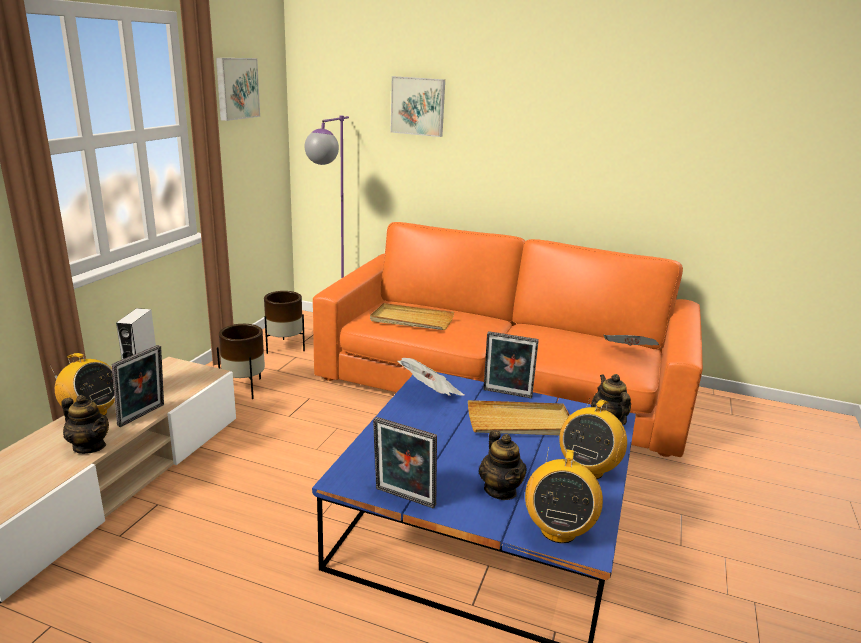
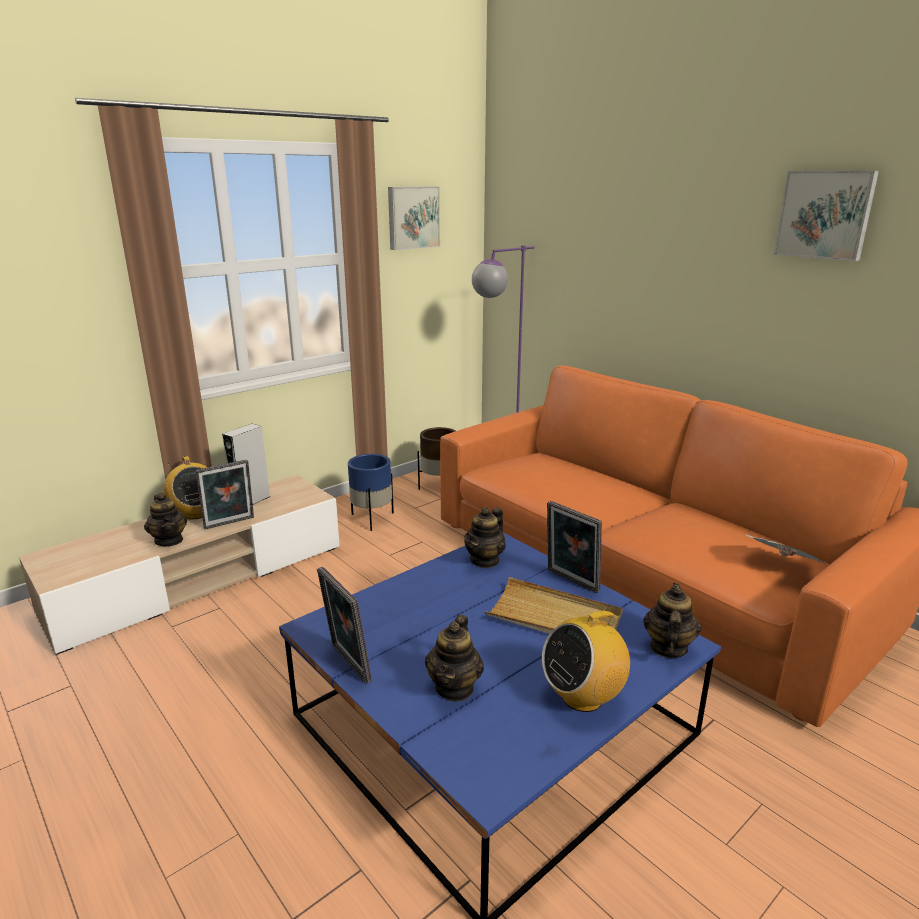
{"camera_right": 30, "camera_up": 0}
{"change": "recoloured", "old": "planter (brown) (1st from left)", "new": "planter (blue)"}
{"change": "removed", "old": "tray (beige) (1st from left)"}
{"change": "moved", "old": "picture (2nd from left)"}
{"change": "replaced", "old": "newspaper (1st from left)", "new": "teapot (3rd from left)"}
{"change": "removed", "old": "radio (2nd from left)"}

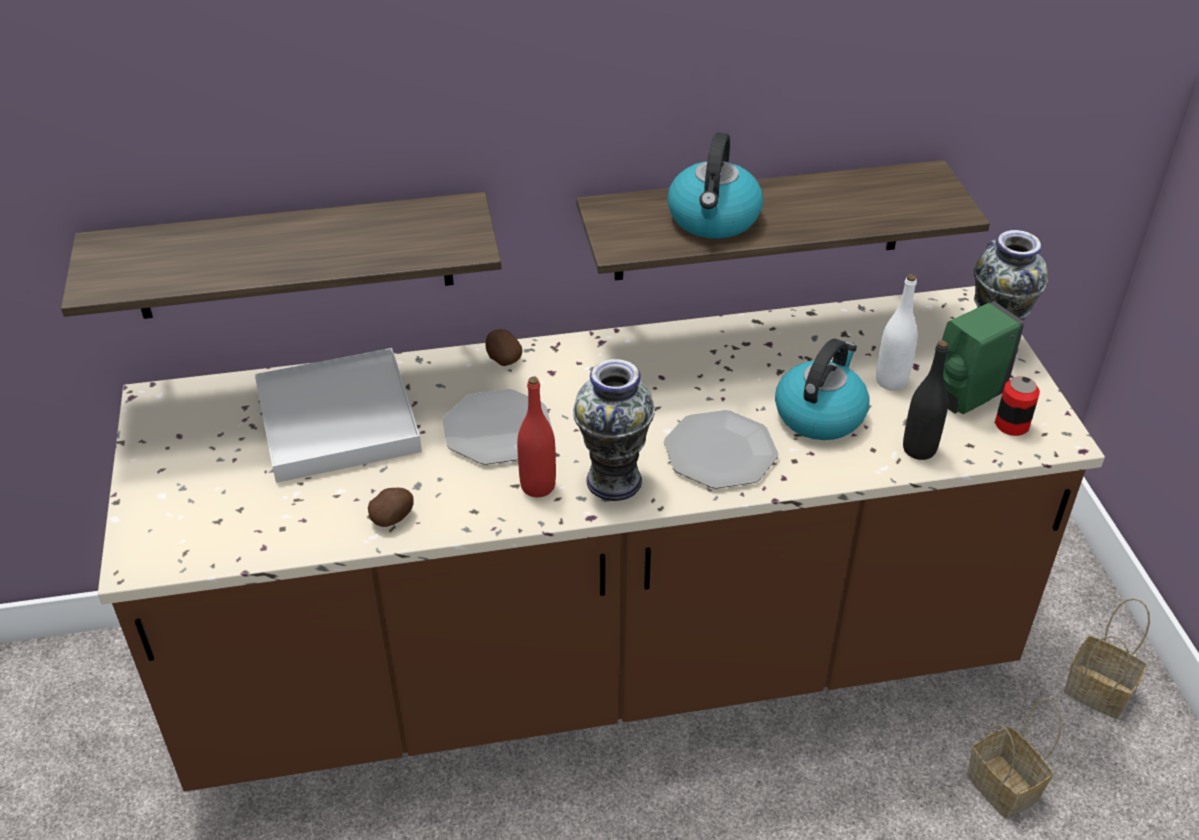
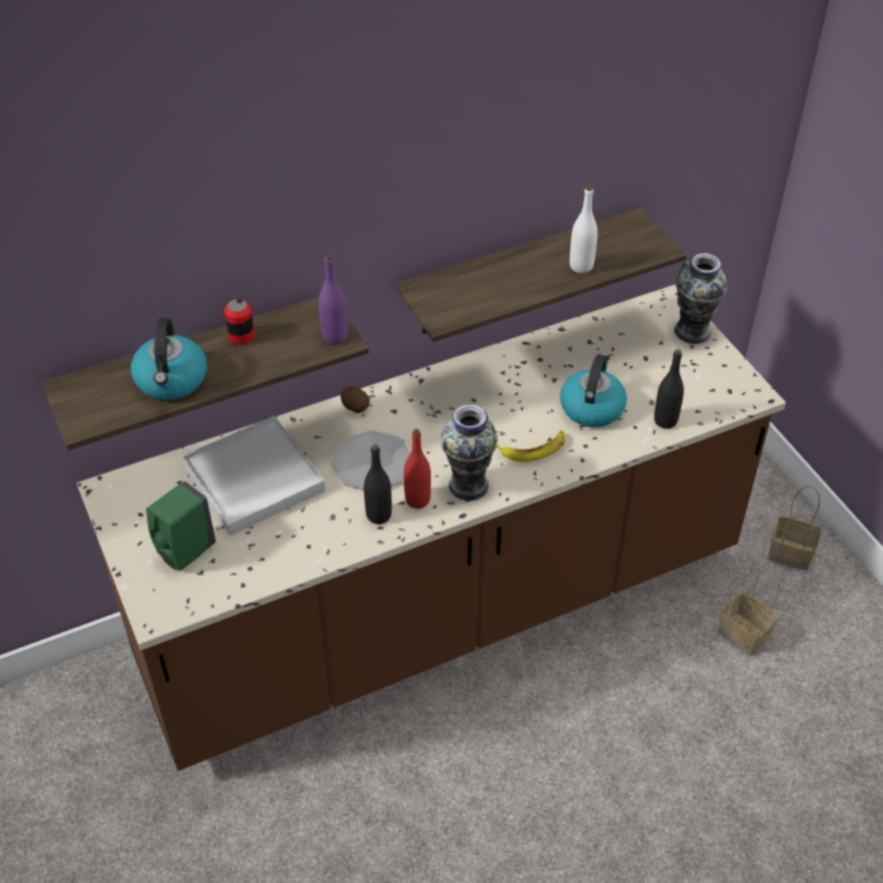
{"camera_right": -15, "camera_up": 5}
{"change": "removed", "old": "potato (1st from left)"}
{"change": "replaced", "old": "plate (2nd from left)", "new": "banana"}
{"change": "moved", "old": "kettle (1st from left)"}
{"change": "moved", "old": "bottle (white)"}
{"change": "moved", "old": "soap dispenser (green)"}
{"change": "moved", "old": "can"}
{"change": "added", "new": "bottle (purple)"}
{"change": "added", "new": "bottle (black) (1st from left)"}

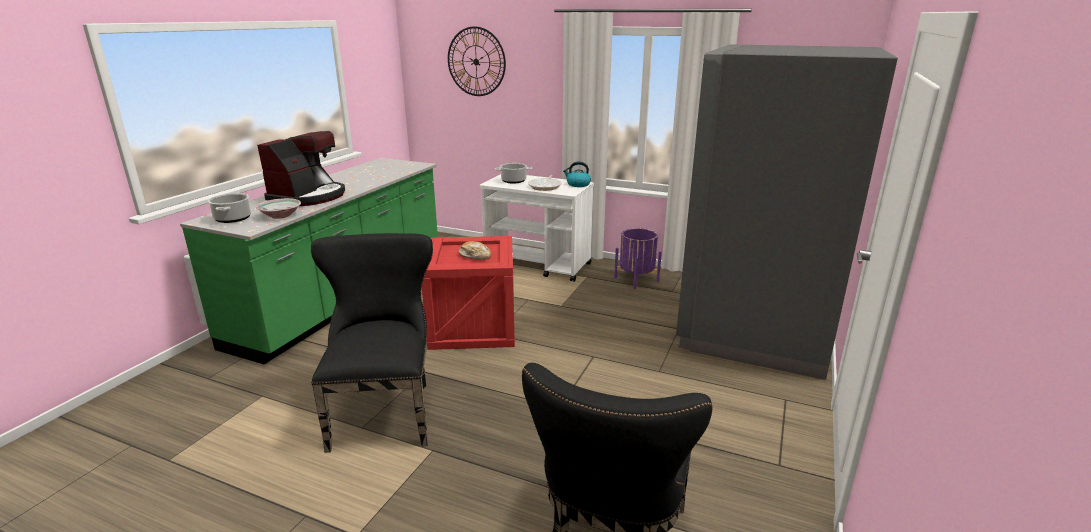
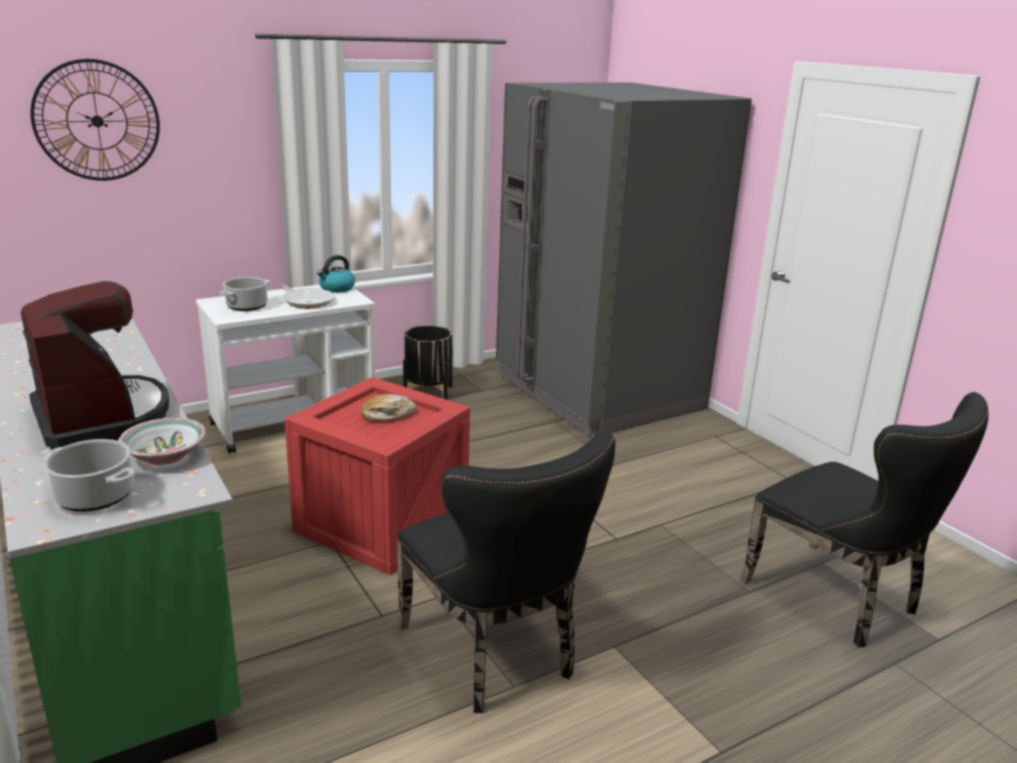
{"camera_right": -55, "camera_up": 0}
{"change": "turned", "old": "chair (black) (1st from left)", "degrees": -150}
{"change": "recoloured", "old": "planter (purple)", "new": "planter (black)"}

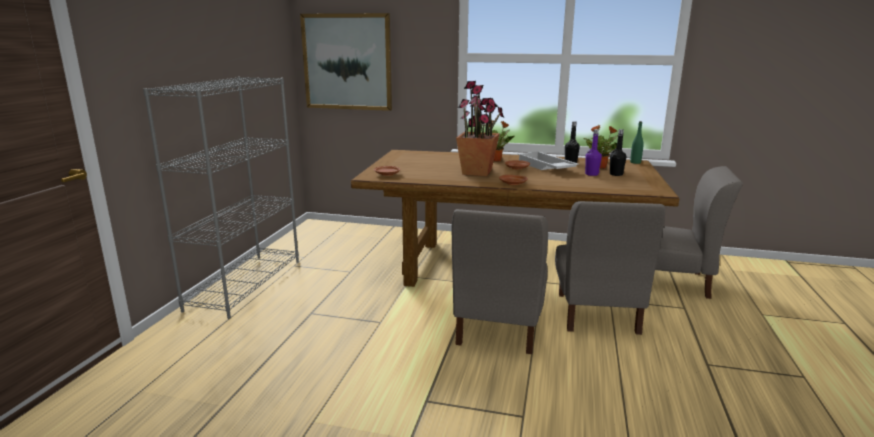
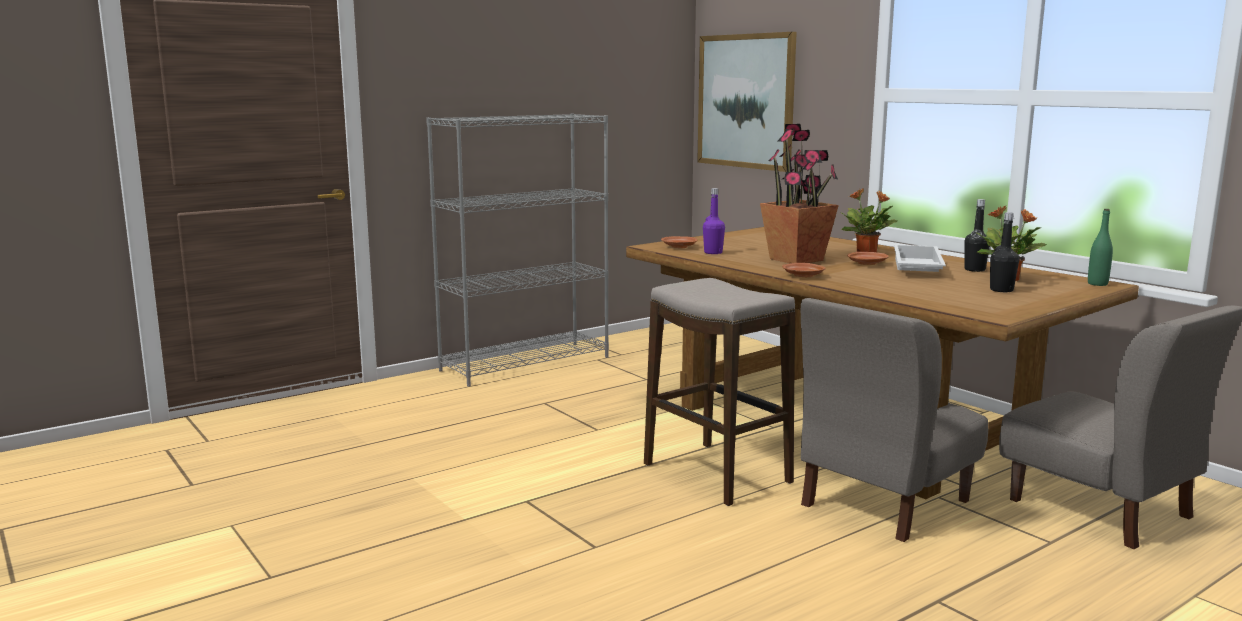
{"camera_right": 40, "camera_up": -5}
{"change": "replaced", "old": "chair (grey) (1st from left)", "new": "stool"}
{"change": "moved", "old": "bottle (purple)"}

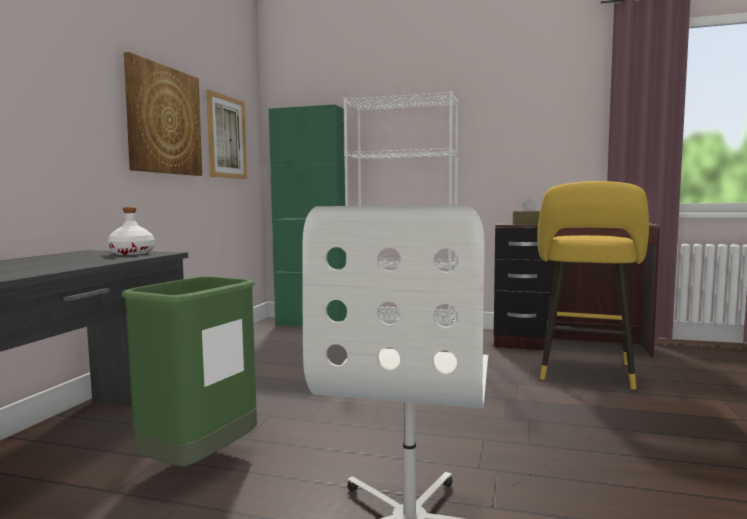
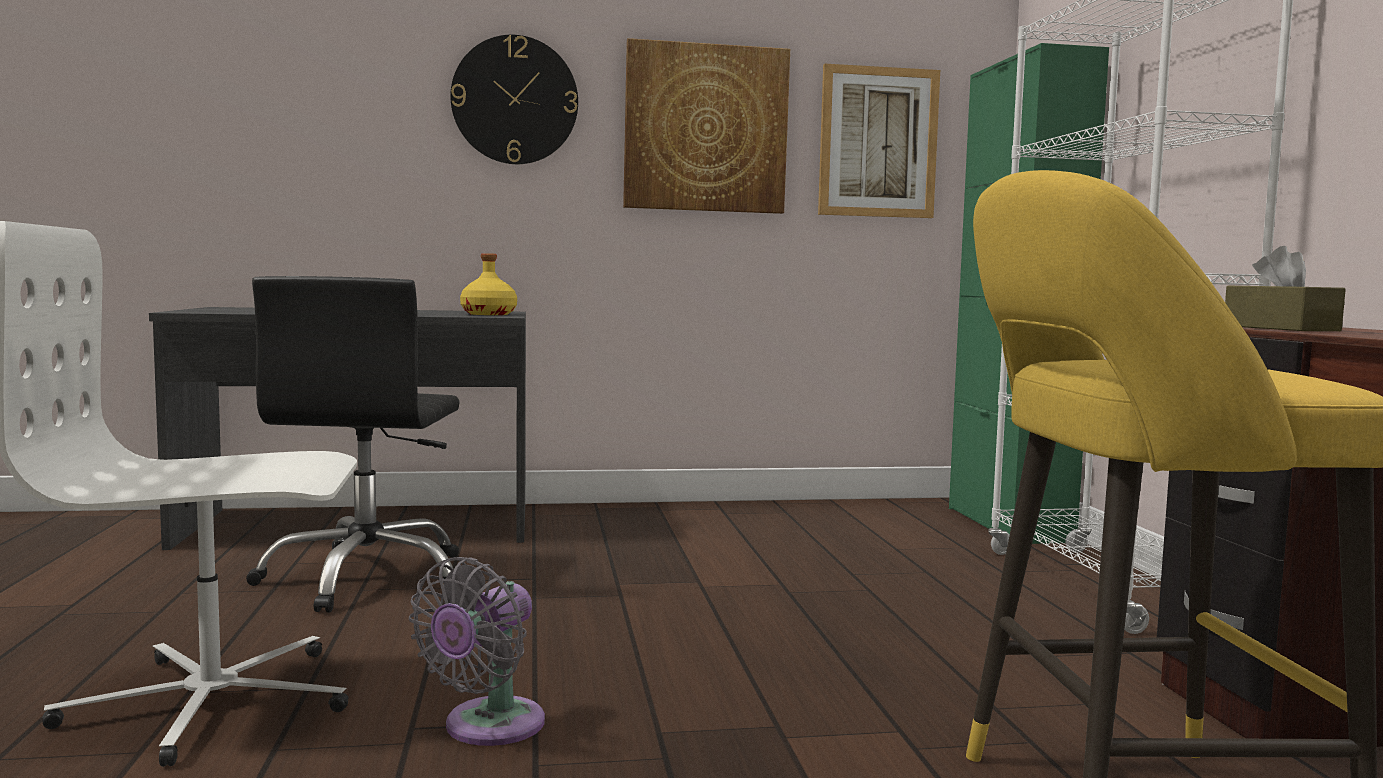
{"camera_right": 65, "camera_up": 0}
{"change": "recoloured", "old": "bottle (white)", "new": "bottle (yellow)"}
{"change": "replaced", "old": "trash can (green)", "new": "office chair (black)"}
{"change": "added", "new": "fan (grey)"}
{"change": "added", "new": "wall clock"}

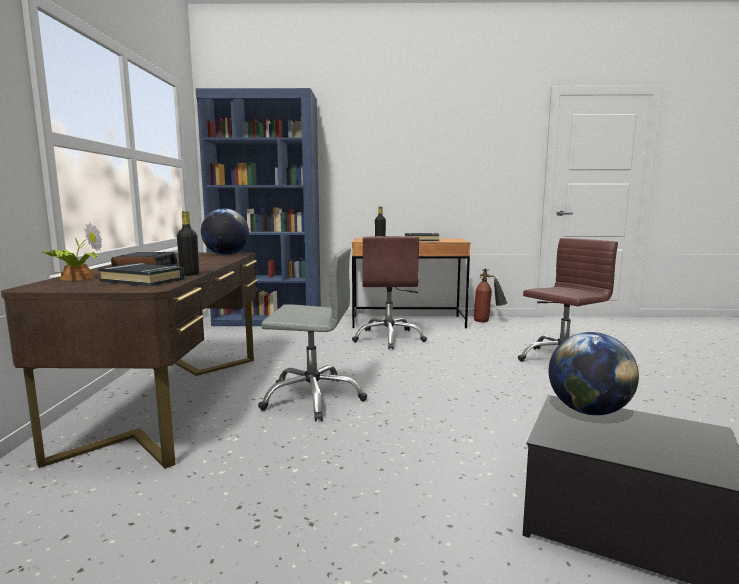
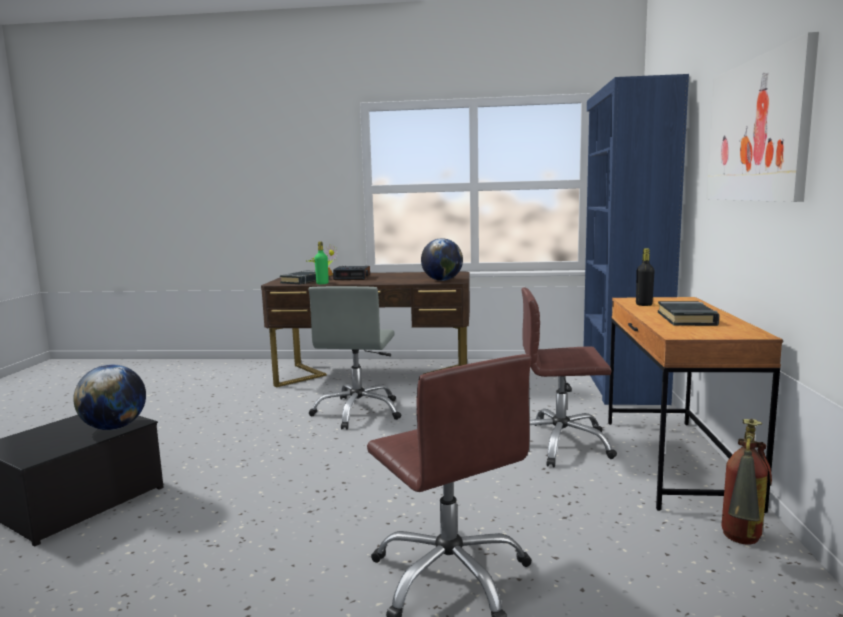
{"camera_right": 95, "camera_up": 0}
{"change": "recoloured", "old": "bottle (black) (1st from left)", "new": "bottle (green)"}
{"change": "added", "new": "picture"}

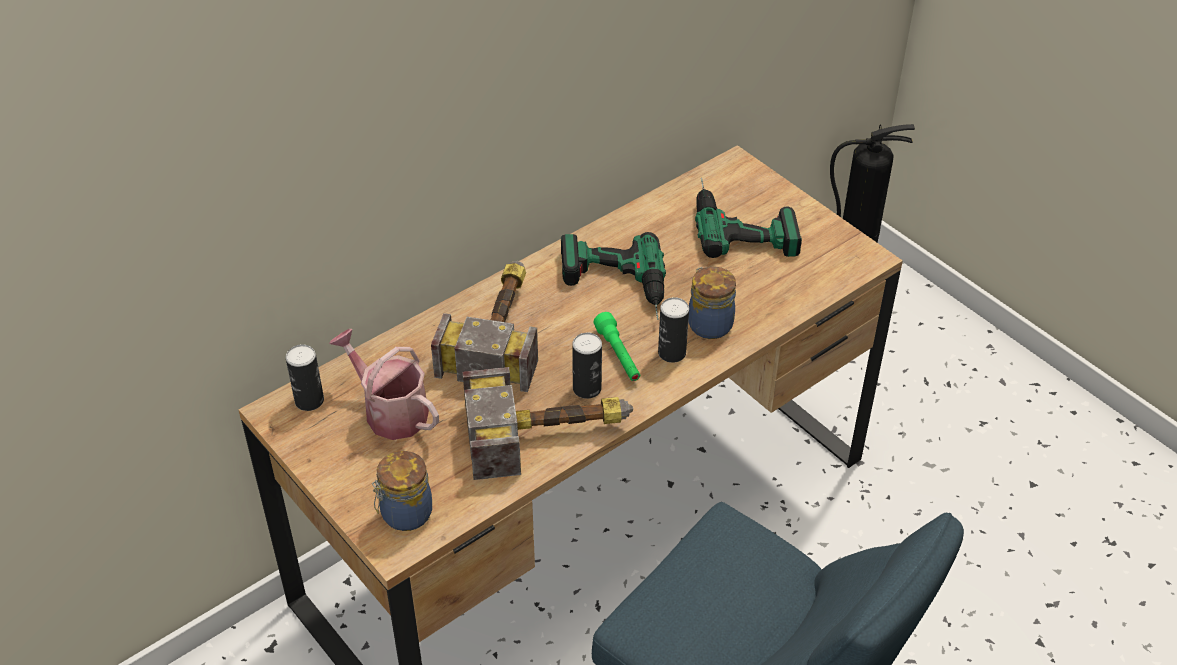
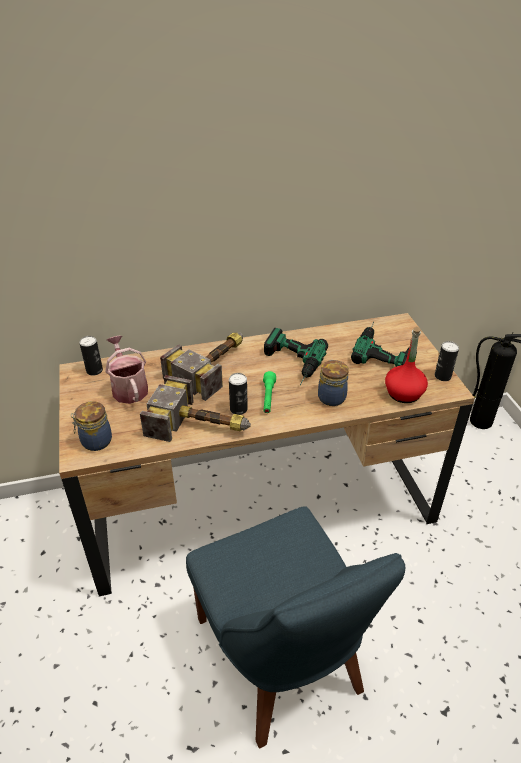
{"camera_right": 25, "camera_up": -5}
{"change": "moved", "old": "can (3rd from left)"}
{"change": "added", "new": "bottle (red)"}

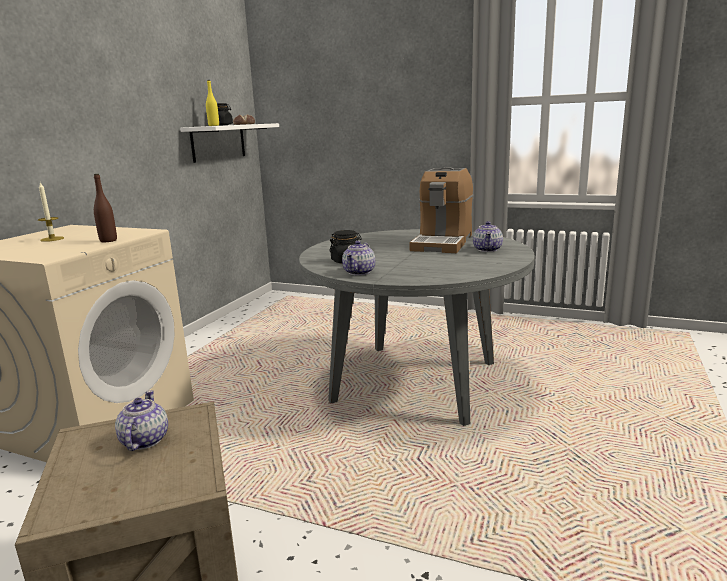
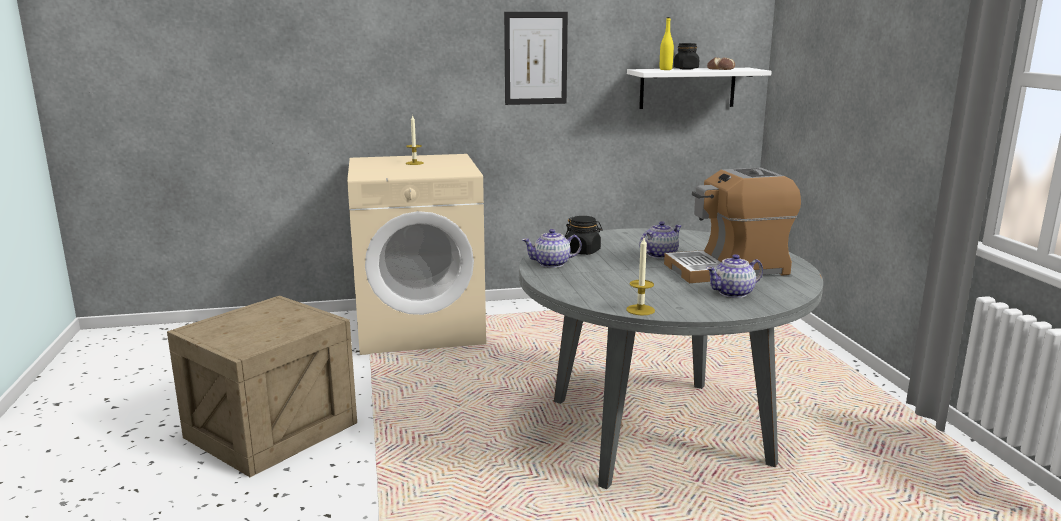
{"camera_right": 55, "camera_up": 0}
{"change": "removed", "old": "bottle (brown)"}
{"change": "moved", "old": "teapot (1st from left in the first image)", "new": "teapot (2nd from left)"}
{"change": "added", "new": "picture"}
{"change": "added", "new": "candle (2nd from left)"}

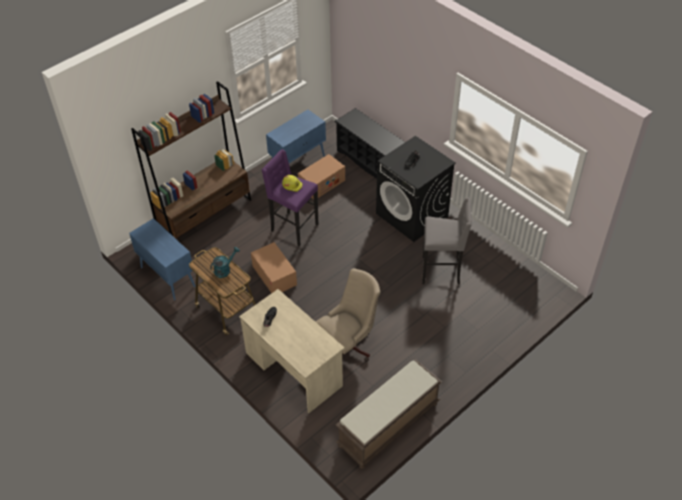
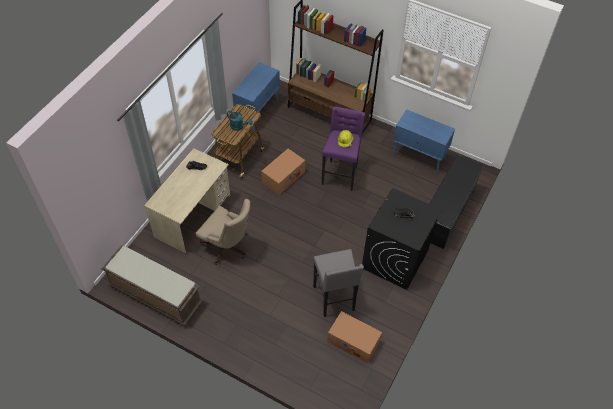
{"camera_right": 70, "camera_up": 5}
{"change": "moved", "old": "cardboard box (2nd from left)"}

